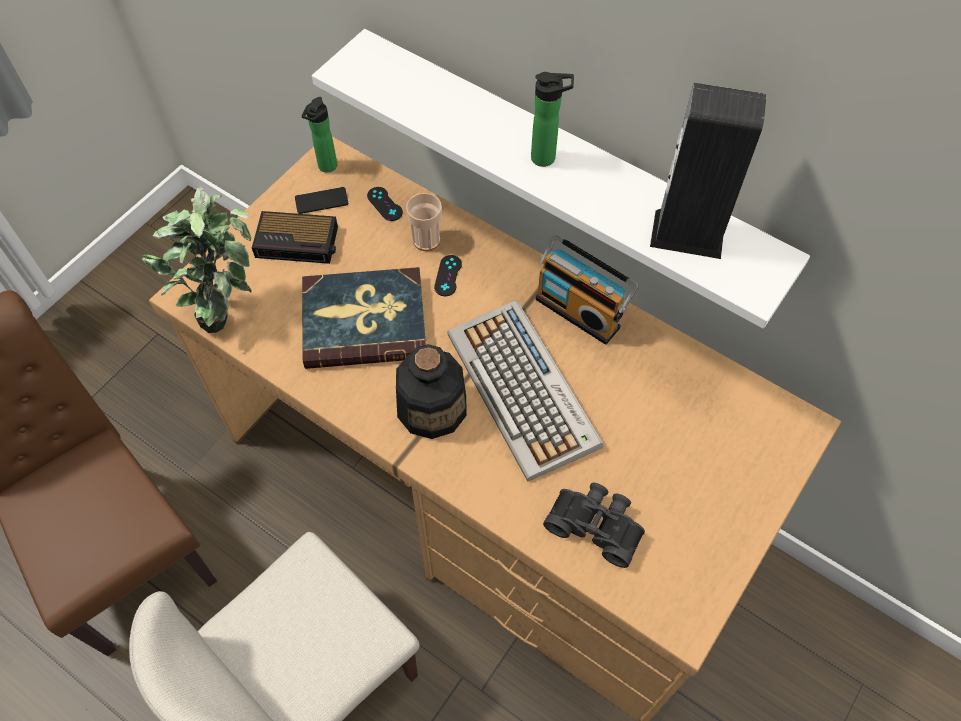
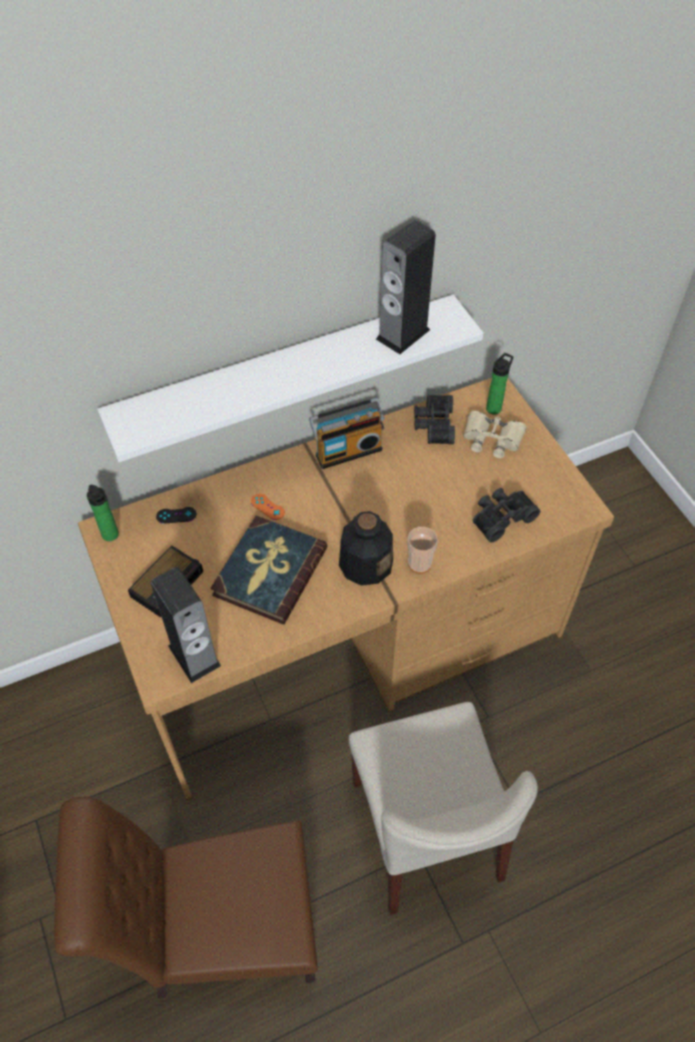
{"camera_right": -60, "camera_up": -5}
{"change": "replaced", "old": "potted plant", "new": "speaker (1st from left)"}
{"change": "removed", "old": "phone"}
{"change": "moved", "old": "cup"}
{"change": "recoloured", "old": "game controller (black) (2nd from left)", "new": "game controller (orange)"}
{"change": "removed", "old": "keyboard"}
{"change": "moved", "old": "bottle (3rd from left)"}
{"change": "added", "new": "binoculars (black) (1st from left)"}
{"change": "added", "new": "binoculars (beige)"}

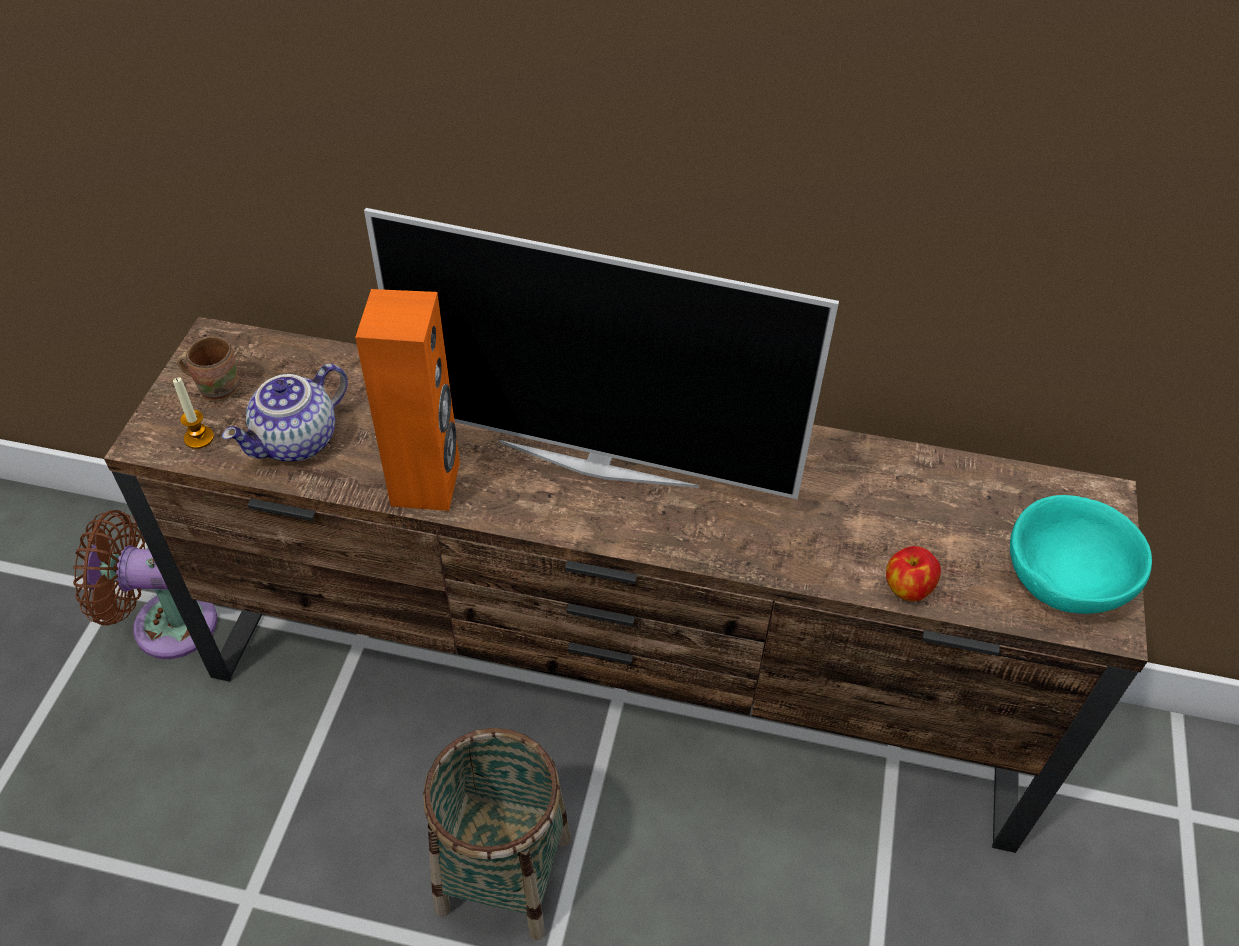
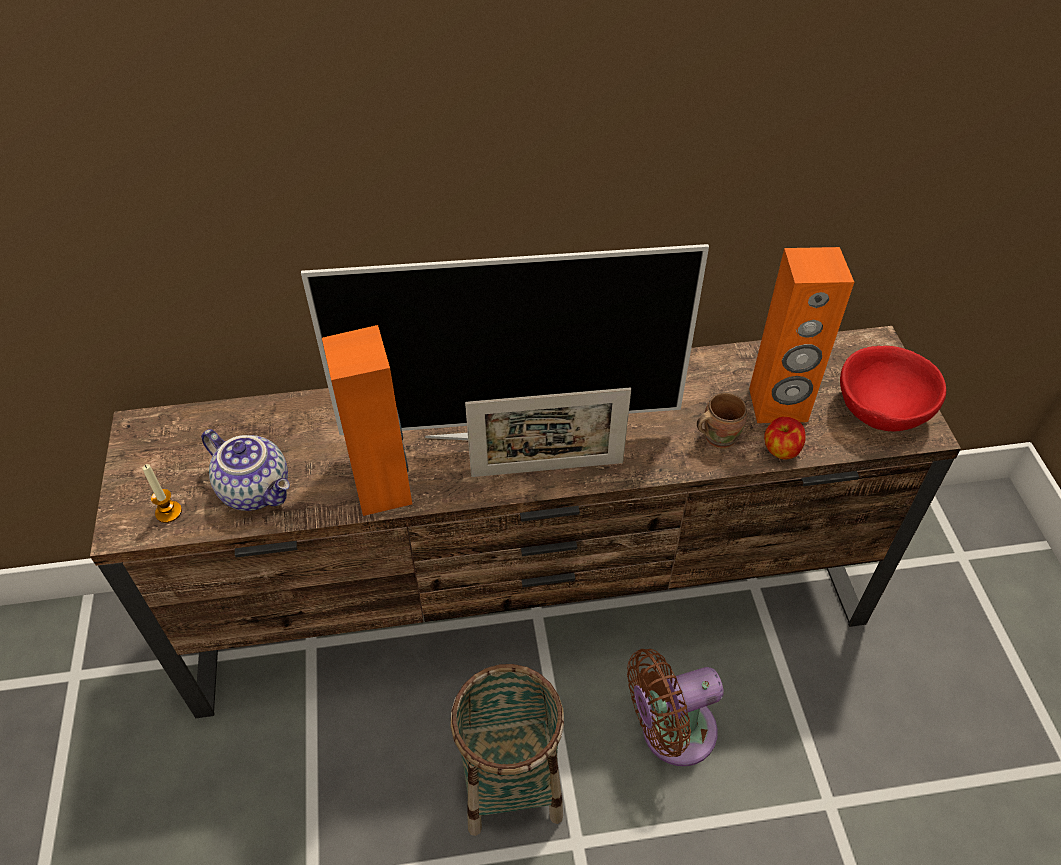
{"camera_right": -20, "camera_up": 0}
{"change": "moved", "old": "fan (brown)"}
{"change": "moved", "old": "mug (brown)"}
{"change": "turned", "old": "teapot", "degrees": -75}
{"change": "recoloured", "old": "bowl (turquoise)", "new": "bowl (red)"}
{"change": "added", "new": "picture frame"}
{"change": "added", "new": "speaker (orange) (2nd from left)"}

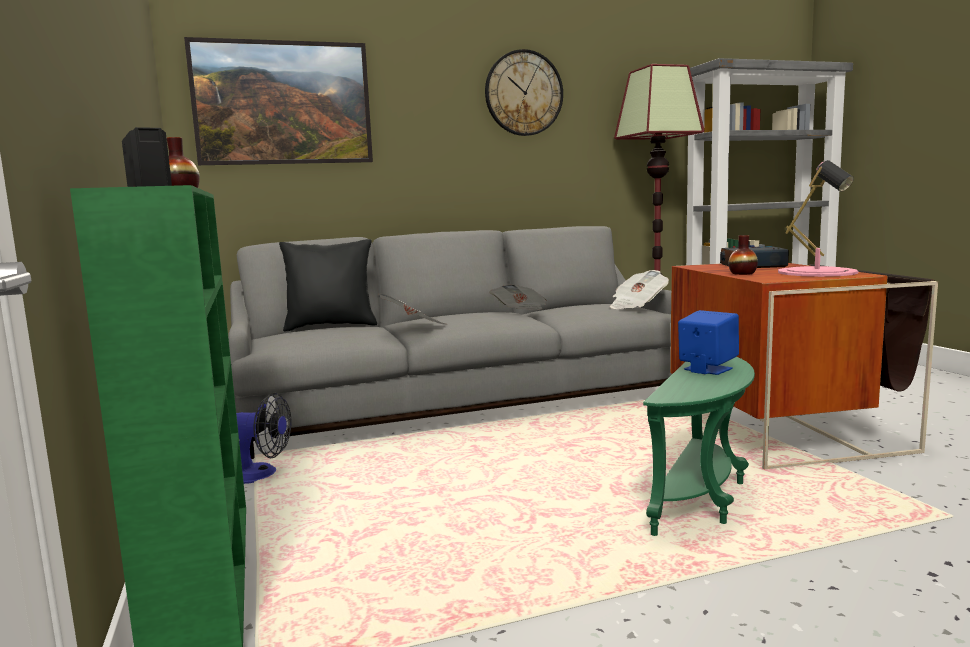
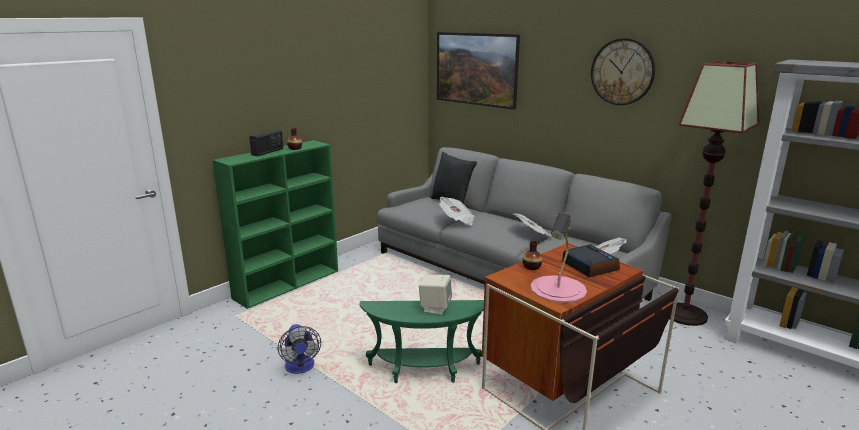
{"camera_right": 60, "camera_up": 10}
{"change": "moved", "old": "fan"}
{"change": "recoloured", "old": "speaker (blue)", "new": "speaker (beige)"}

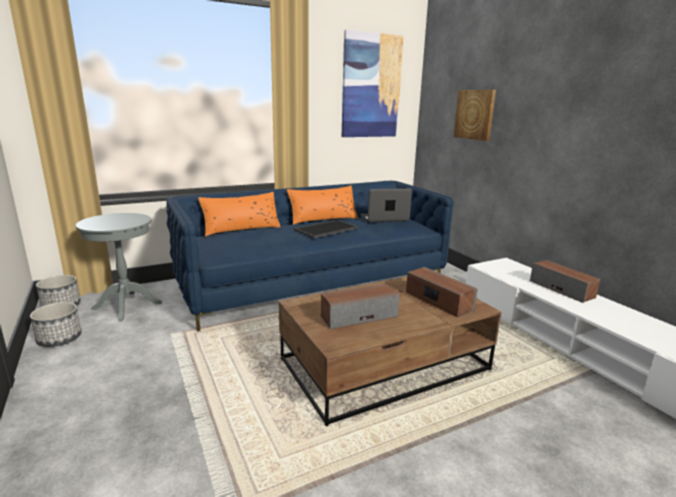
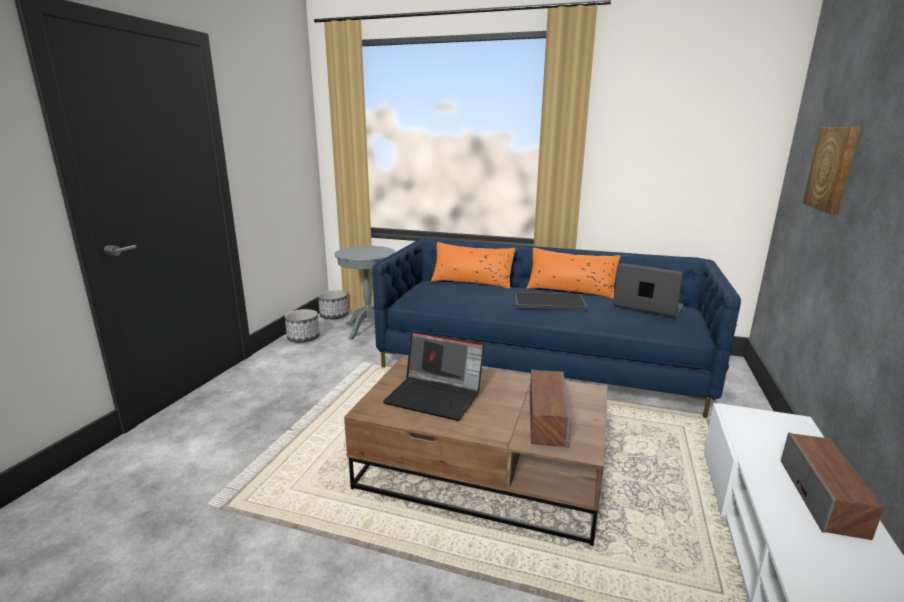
{"camera_right": 45, "camera_up": 0}
{"change": "replaced", "old": "speaker (1st from left)", "new": "laptop (1st from left)"}
{"change": "removed", "old": "picture (1st from left)"}

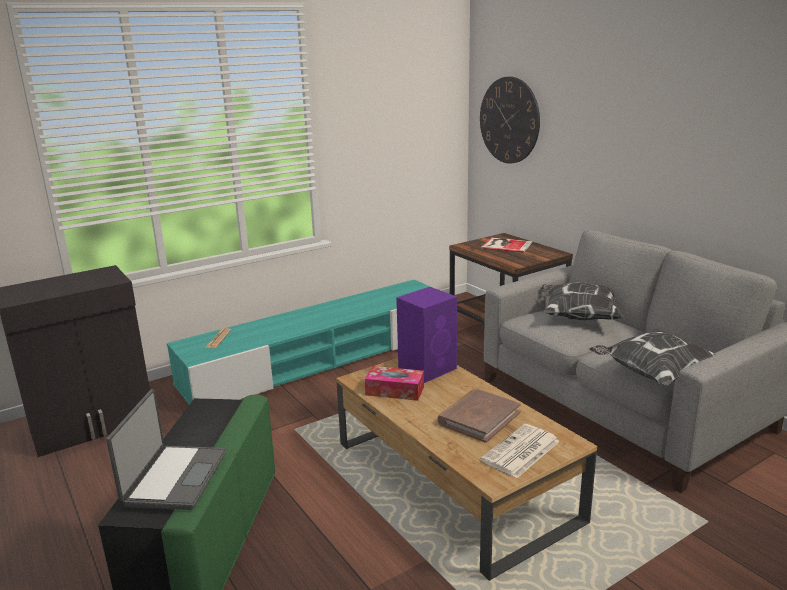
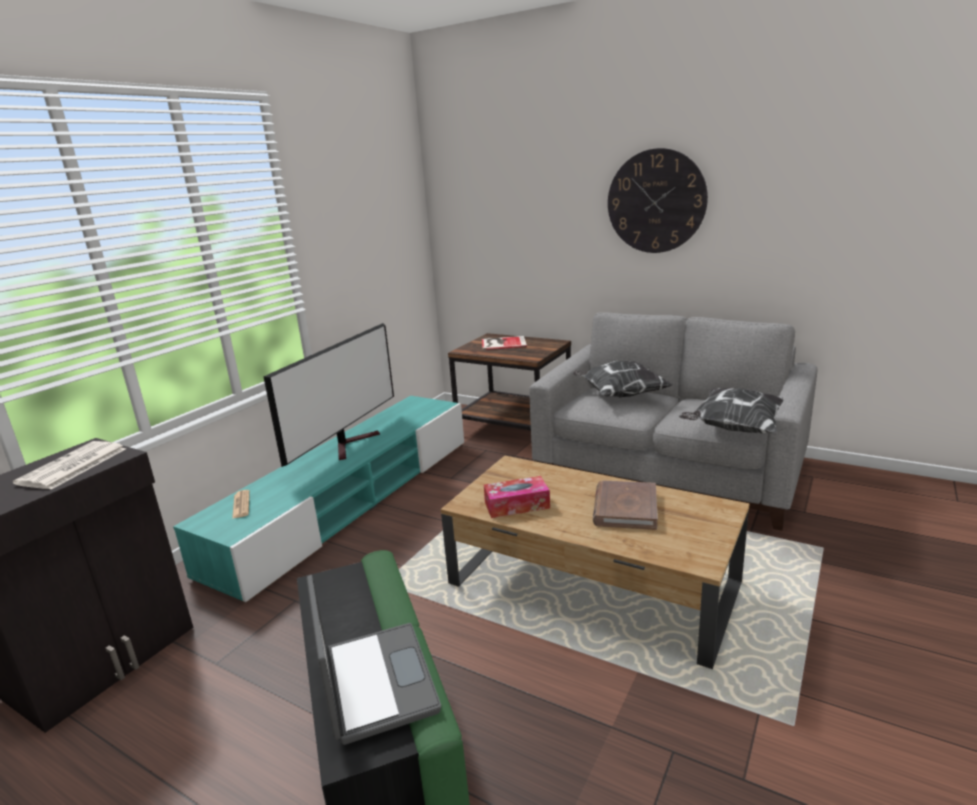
{"camera_right": -25, "camera_up": 0}
{"change": "removed", "old": "speaker (purple)"}
{"change": "moved", "old": "wall clock"}
{"change": "moved", "old": "newspaper (2nd from left in the first image)", "new": "newspaper (1st from left)"}
{"change": "added", "new": "television"}

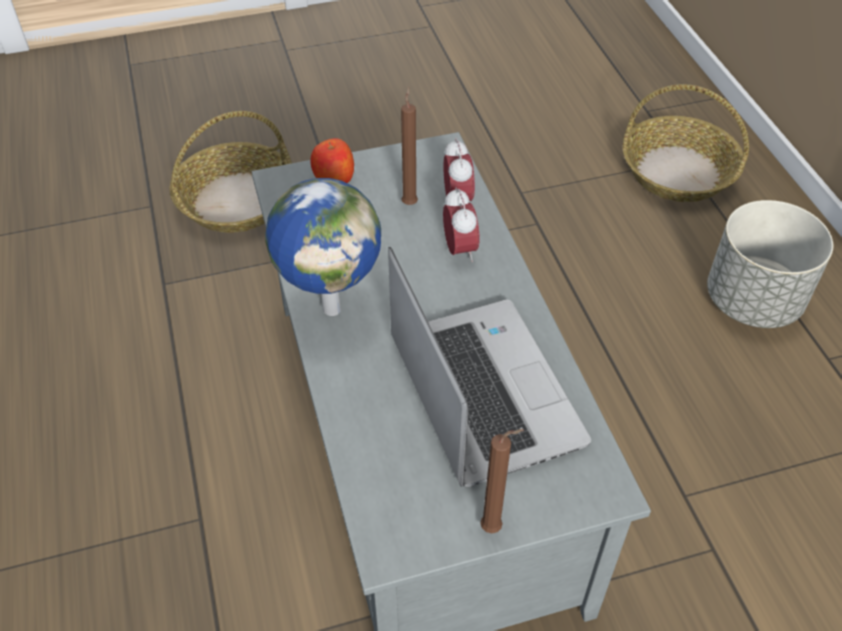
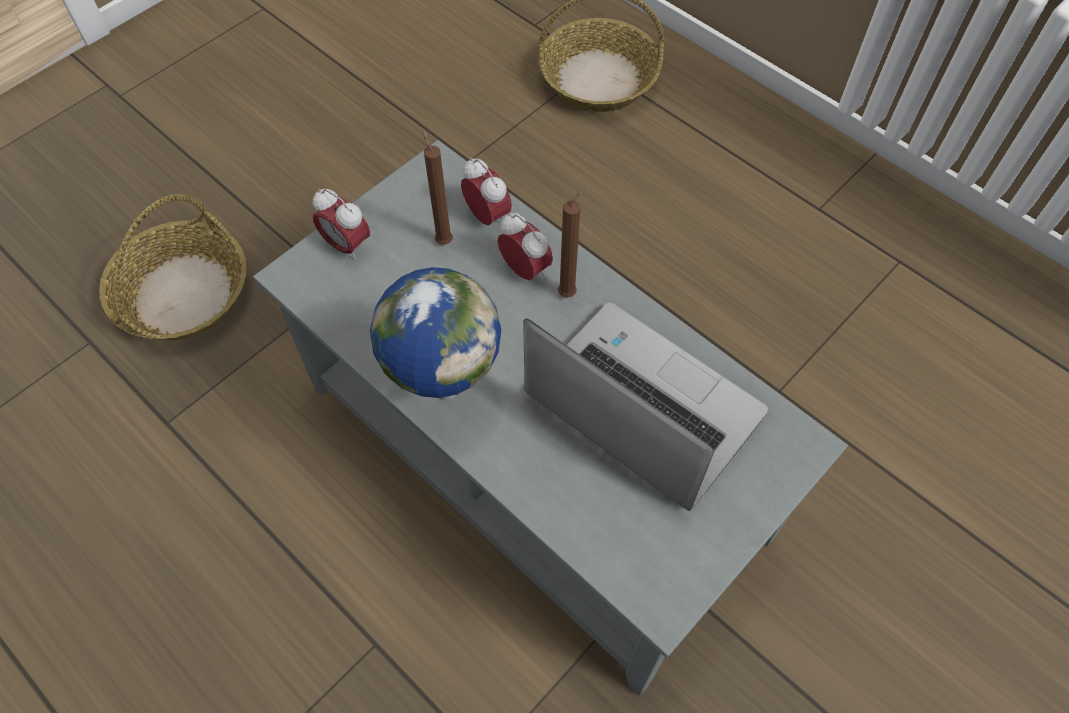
{"camera_right": -30, "camera_up": 10}
{"change": "replaced", "old": "apple", "new": "alarm clock (1st from left)"}
{"change": "moved", "old": "candle (brown) (2nd from left)"}
{"change": "removed", "old": "planter (grey)"}

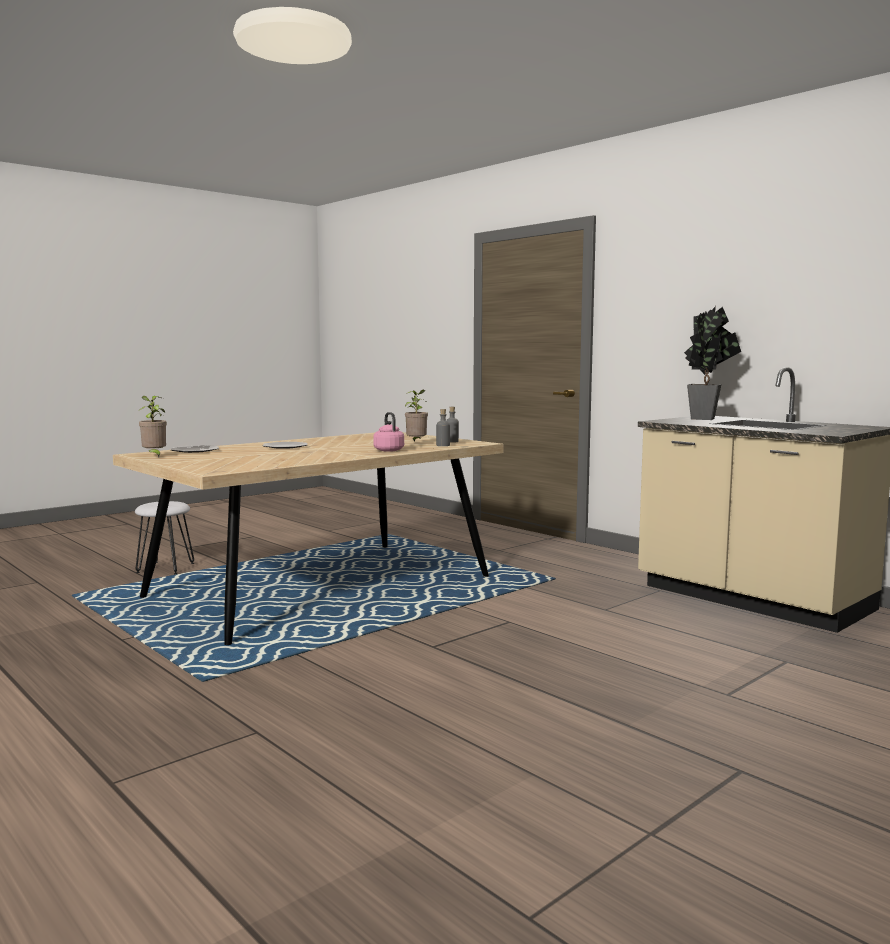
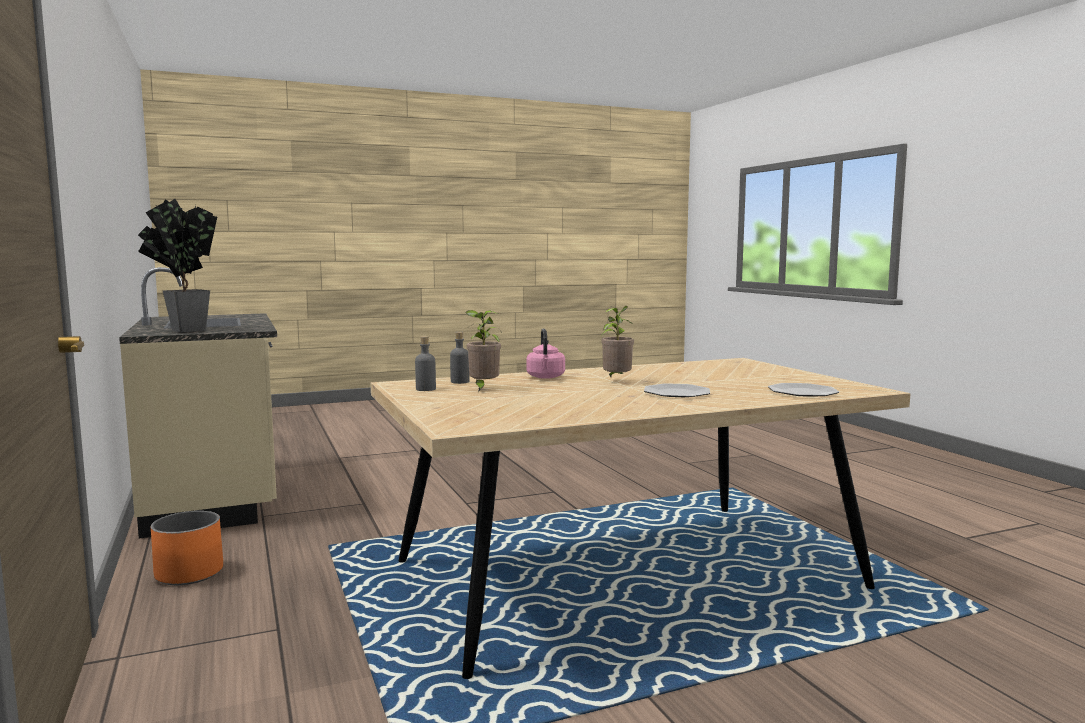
{"camera_right": -160, "camera_up": 0}
{"change": "removed", "old": "stool (white)"}
{"change": "moved", "old": "potted plant (1st from left in the first image)", "new": "potted plant (3rd from left)"}
{"change": "added", "new": "planter (orange)"}

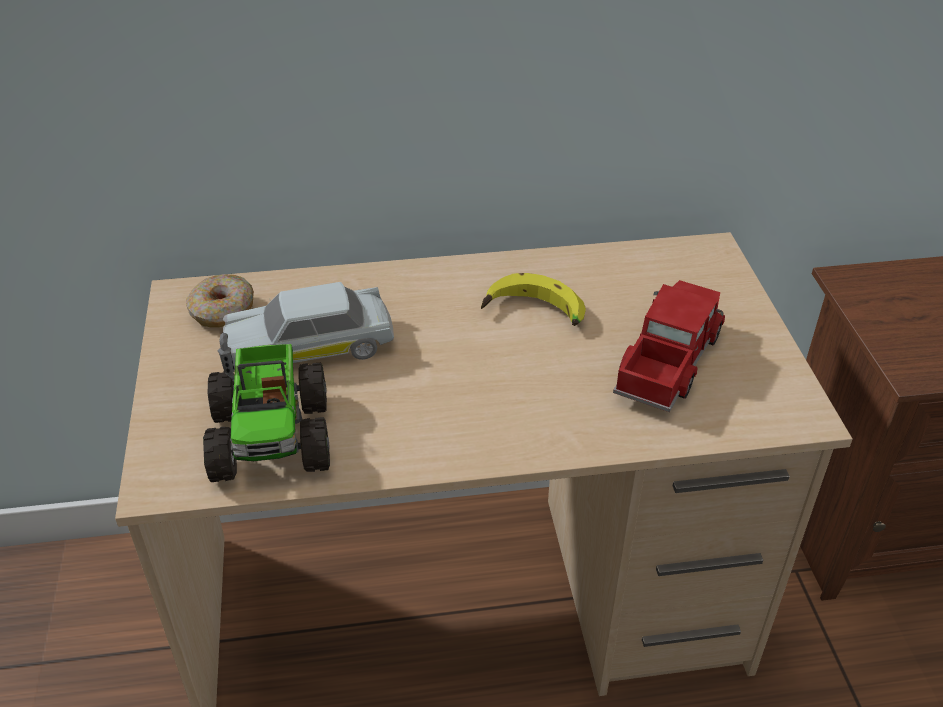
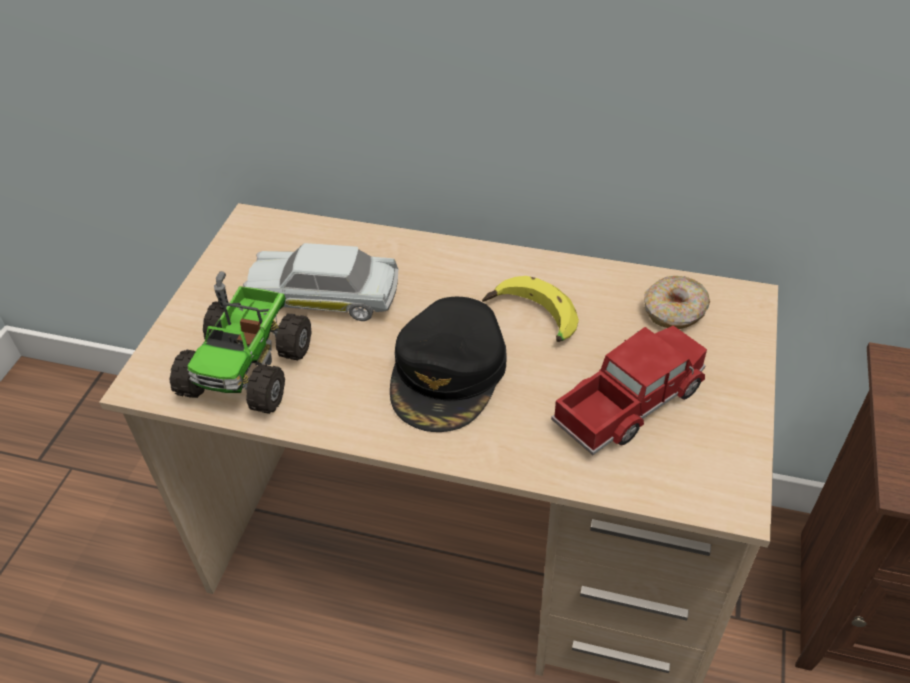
{"camera_right": 25, "camera_up": 5}
{"change": "moved", "old": "donut"}
{"change": "added", "new": "cap (black)"}

